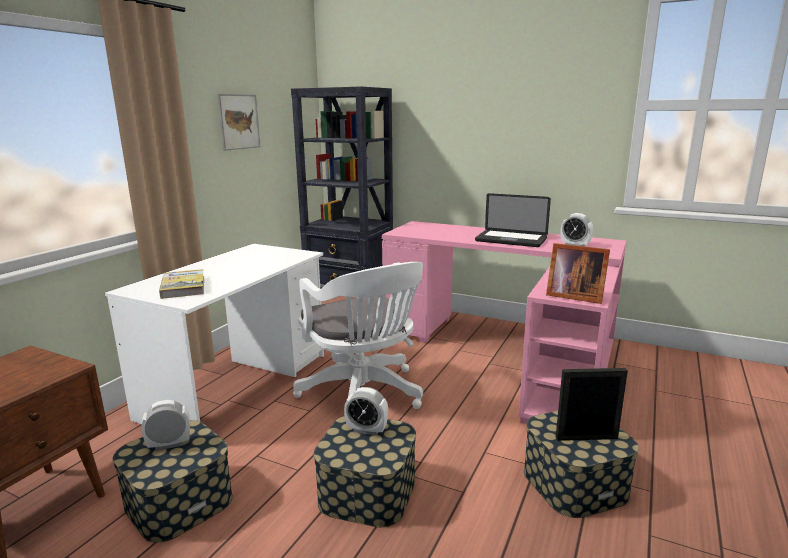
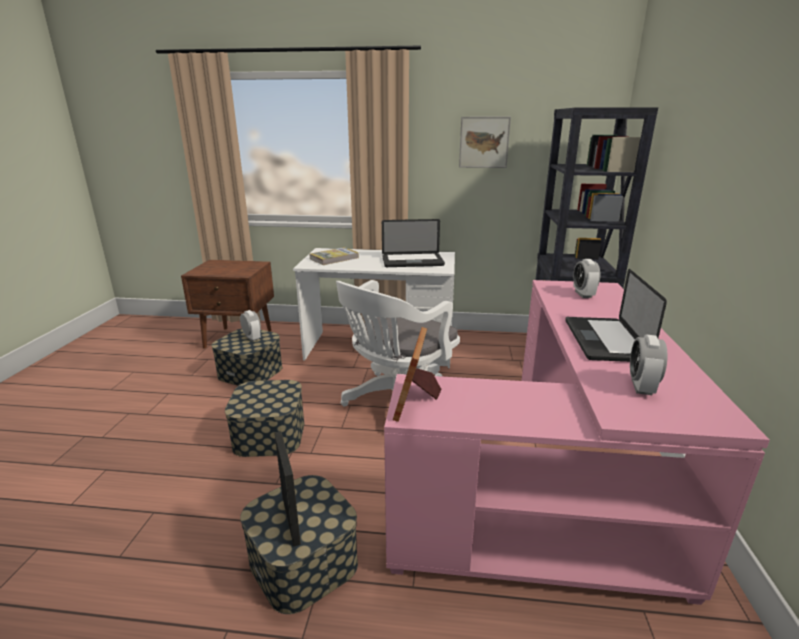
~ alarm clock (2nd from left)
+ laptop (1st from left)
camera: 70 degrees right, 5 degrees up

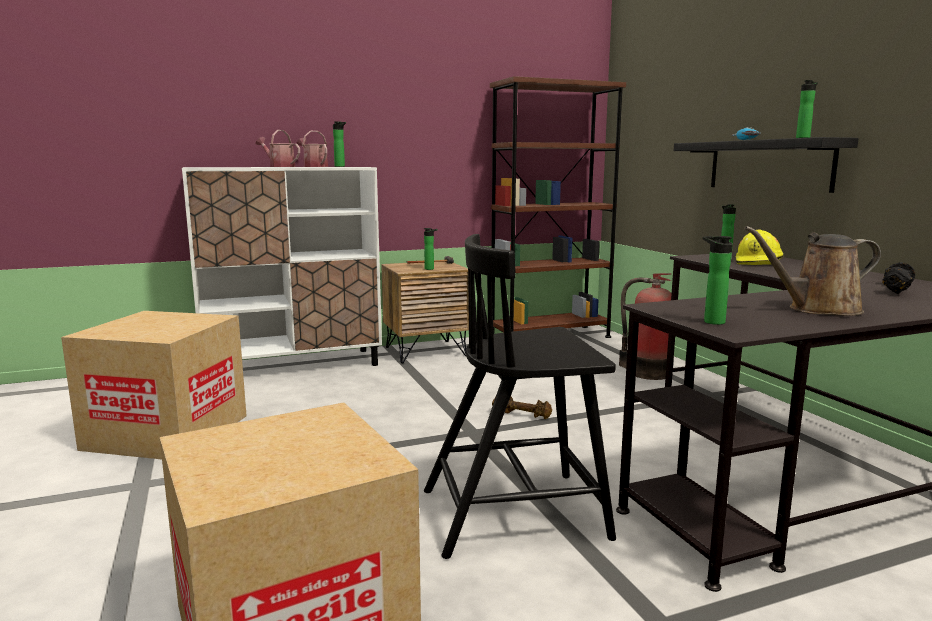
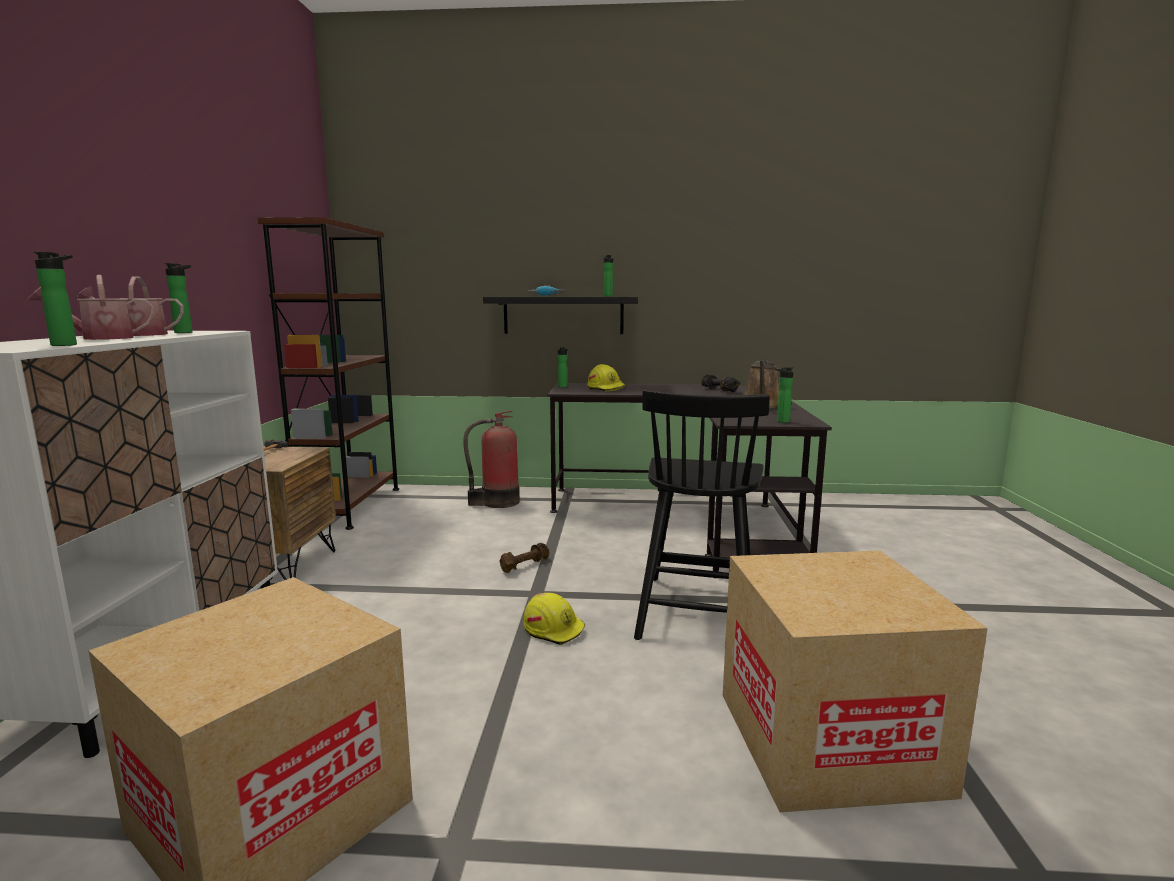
~ bottle (2nd from left in the first image) to bottle (1st from left)
+ yellow-coloured work helmet (1st from left)
camera: 65 degrees left, 0 degrees up

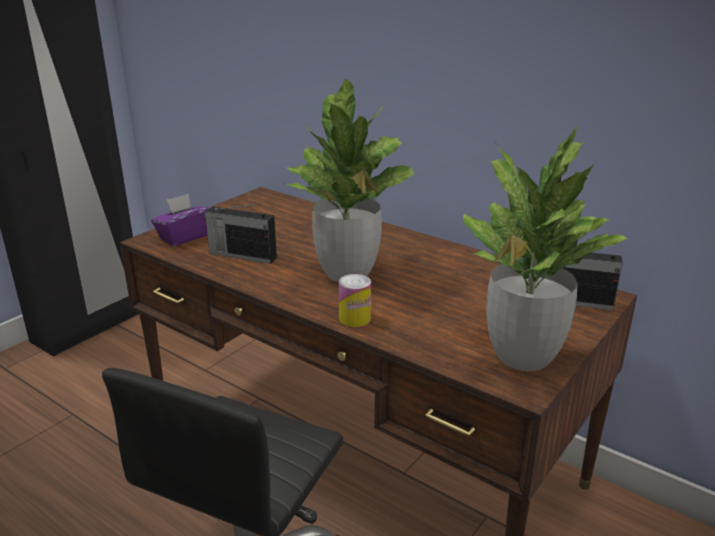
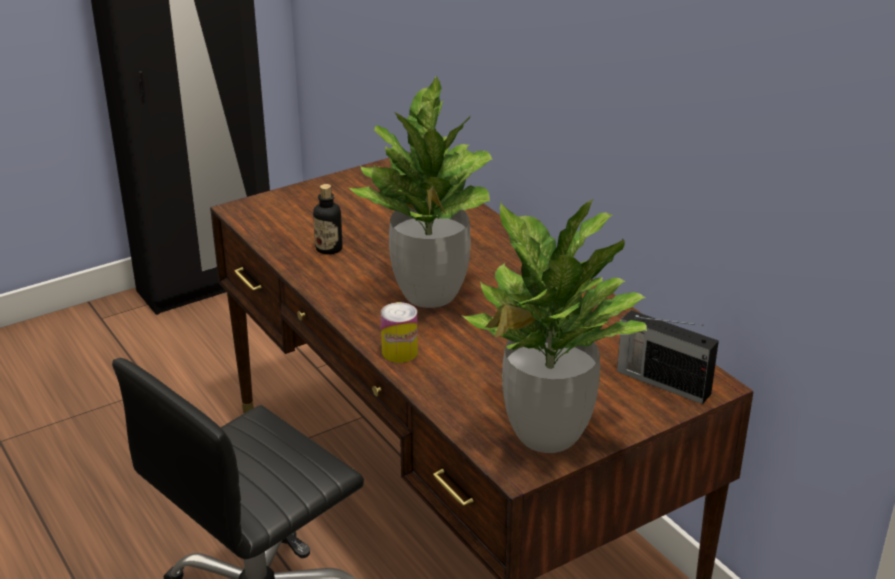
- purple tissue holder
~ radio (1st from left) to bottle
camera: 20 degrees right, 5 degrees up

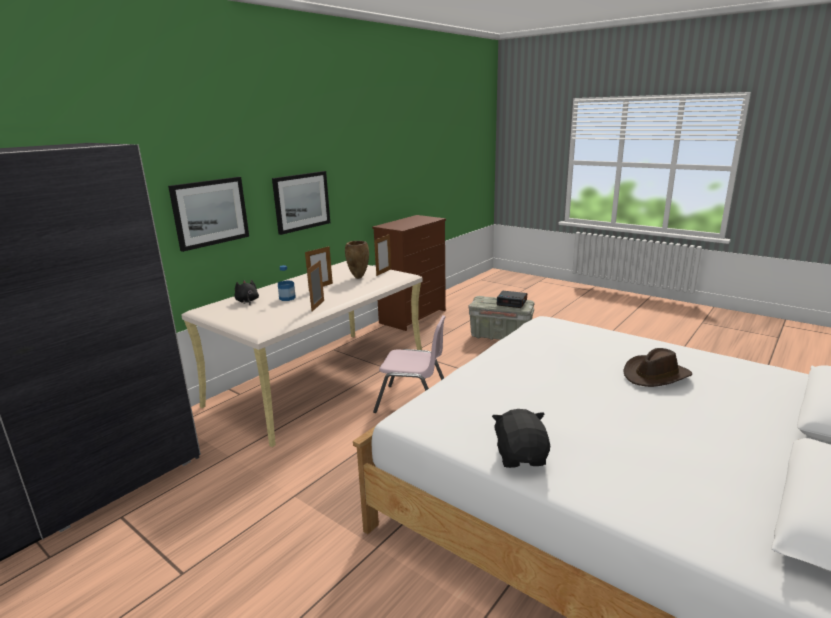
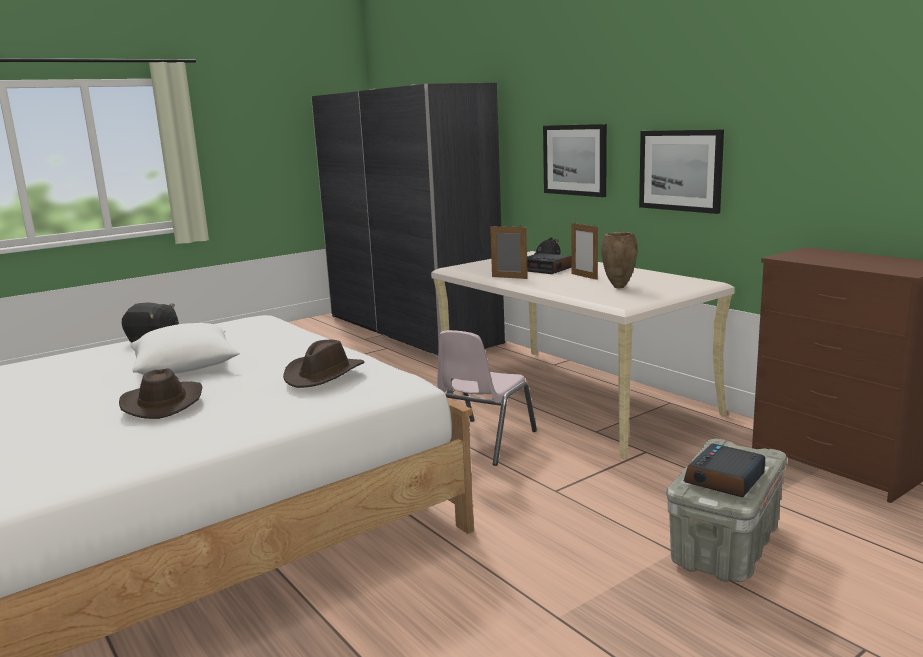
- picture frame (3rd from left)
~ bottle to alarm clock (1st from left)
+ whitish throw pillow
+ brownish clothing hat (2nd from left)
camera: 105 degrees right, 5 degrees down

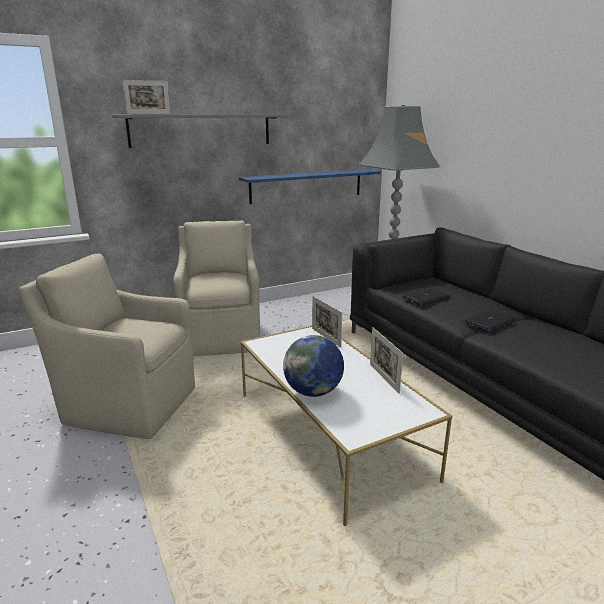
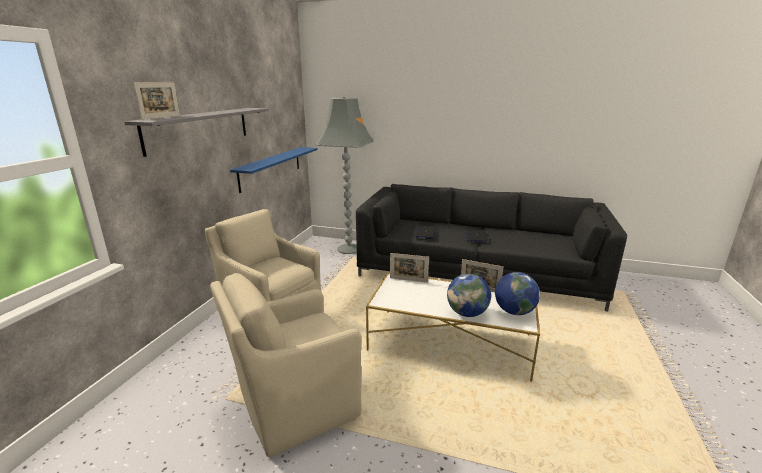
+ world globe (2nd from left)
camera: 45 degrees left, 0 degrees up

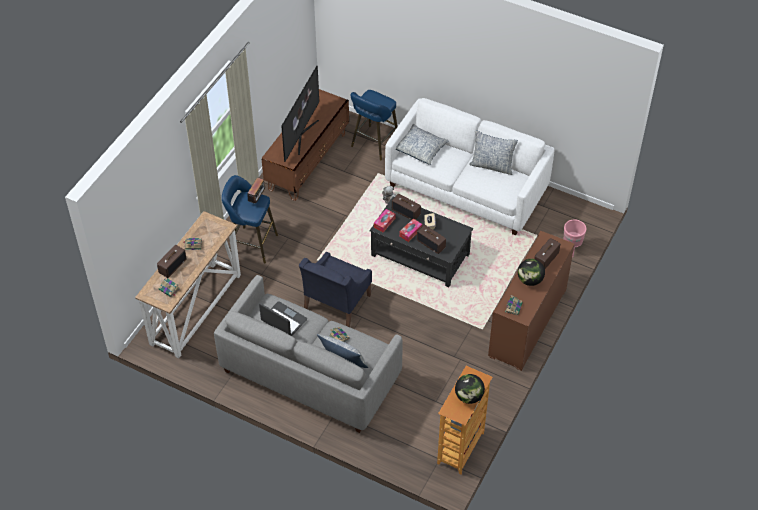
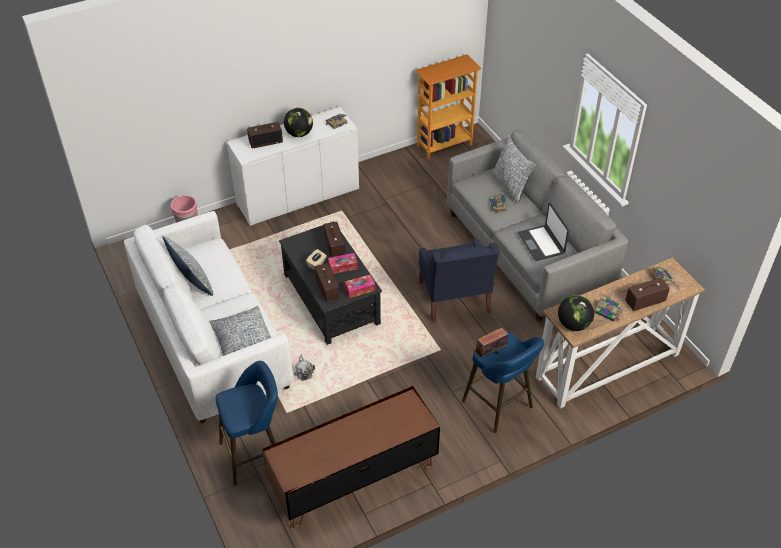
- television
~ brownish storage cabinet to whitish storage cabinet
~ blue-coloured armchair 105 degrees clockwise
~ world globe (1st from left in the first image) to world globe (2nd from left)
camera: 145 degrees left, 5 degrees down

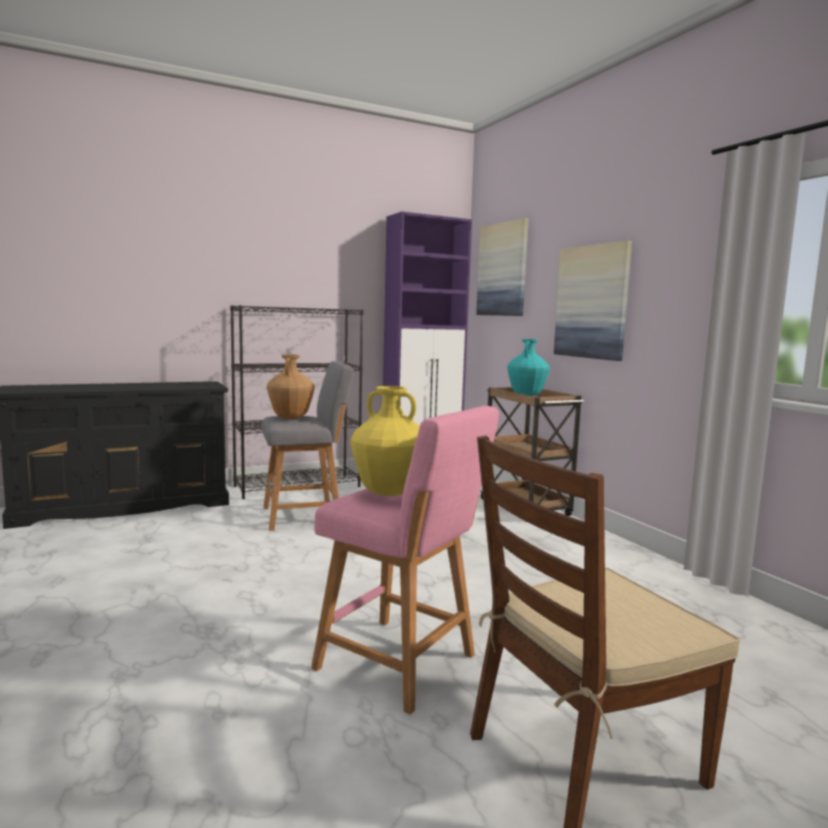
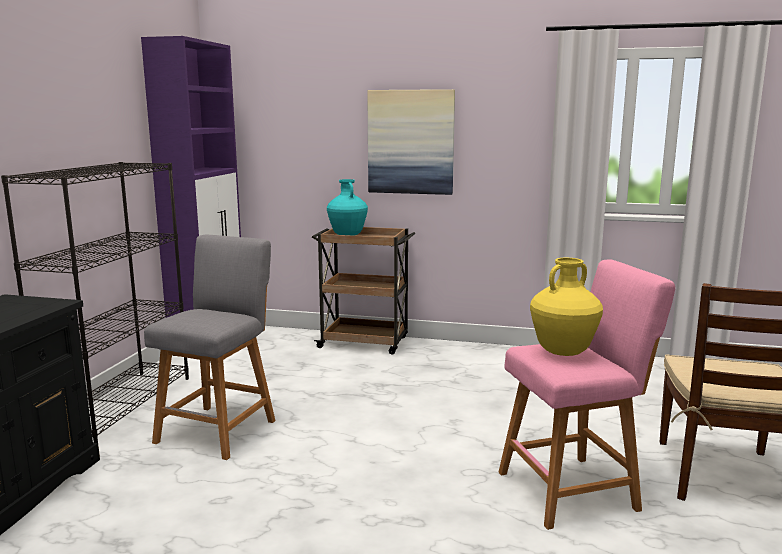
- wall picture (1st from left)
- brownish decorative vase
camera: 50 degrees left, 5 degrees up

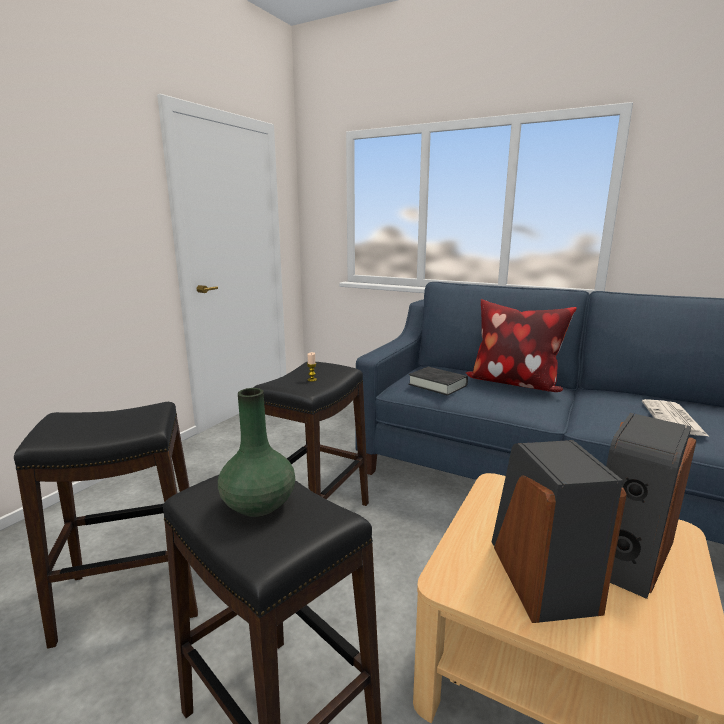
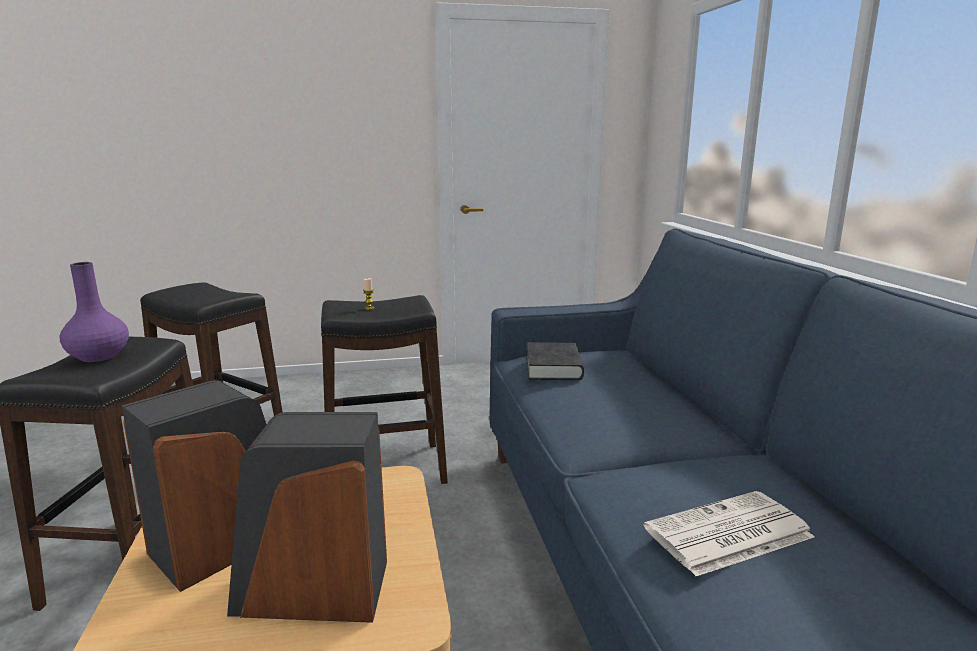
- throw pillow
~ greenish decorative vase to purple decorative vase
camera: 50 degrees right, 0 degrees up

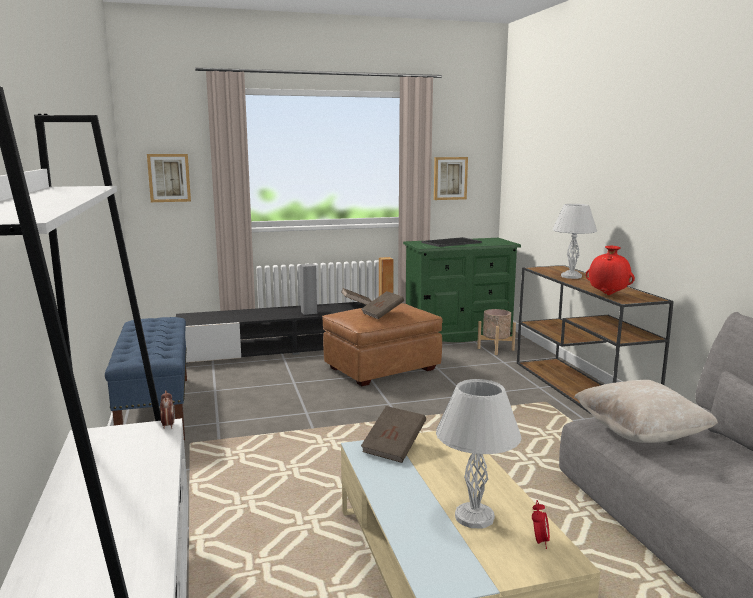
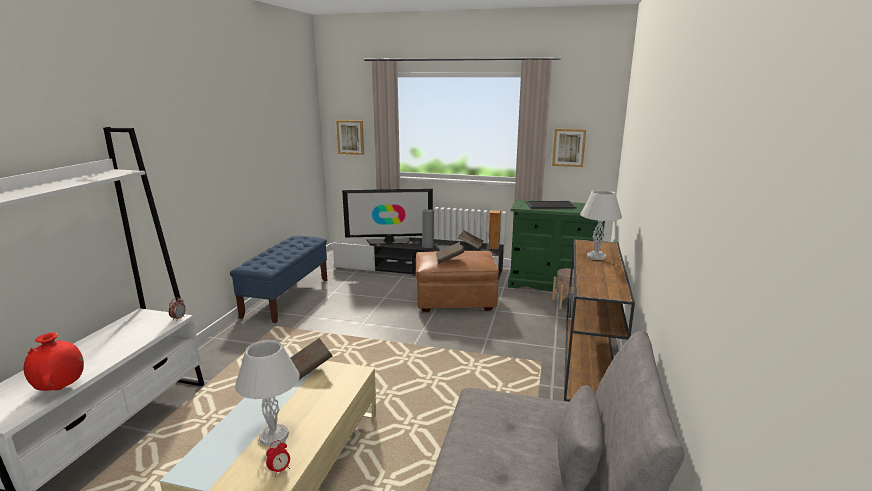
~ red-coloured decorative vase
- sand-coloured throw pillow
+ television
camera: 30 degrees right, 5 degrees up

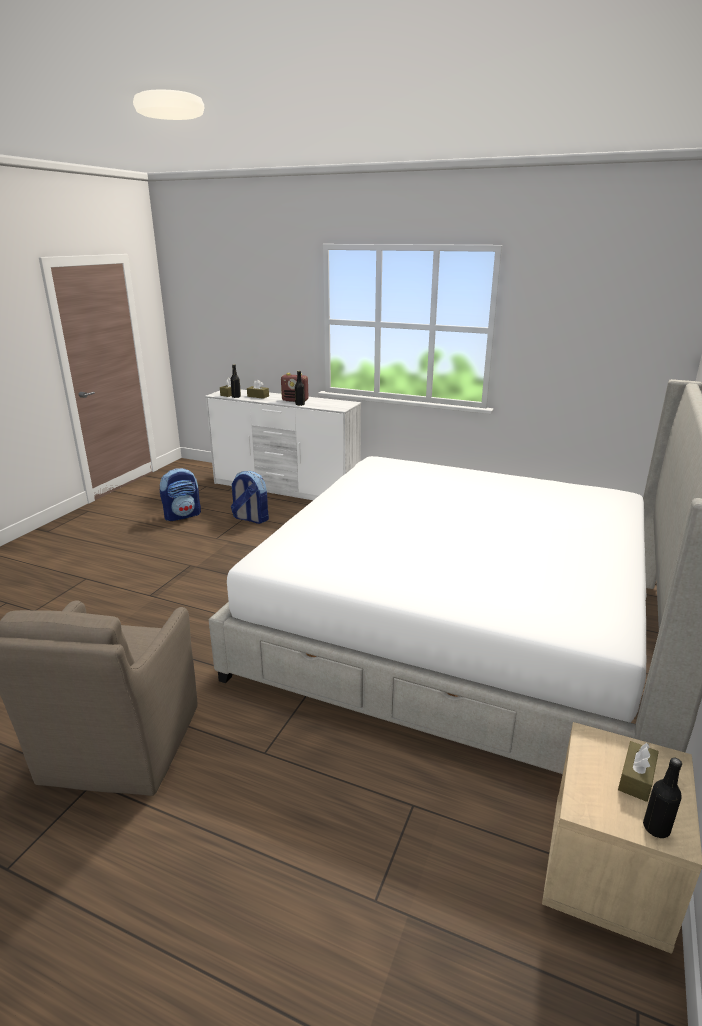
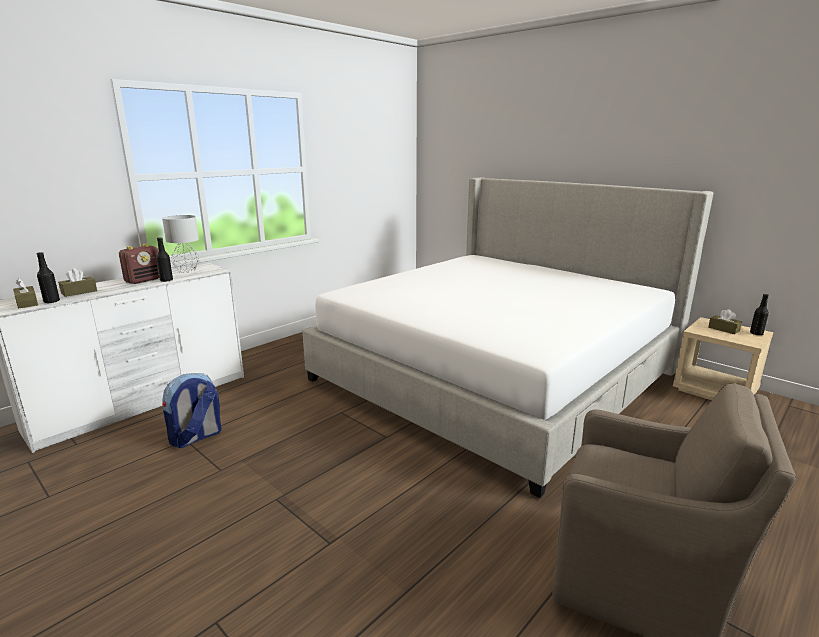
- rucksack (1st from left)
+ greyish tabletop lamp
camera: 70 degrees left, 5 degrees down

